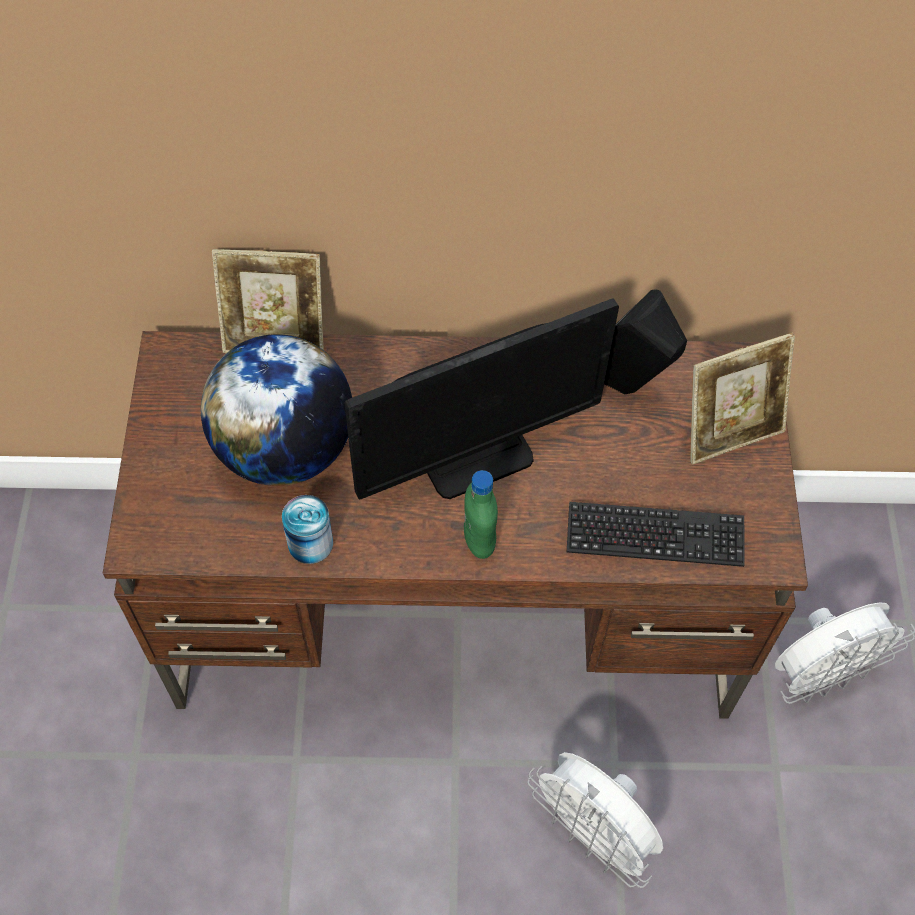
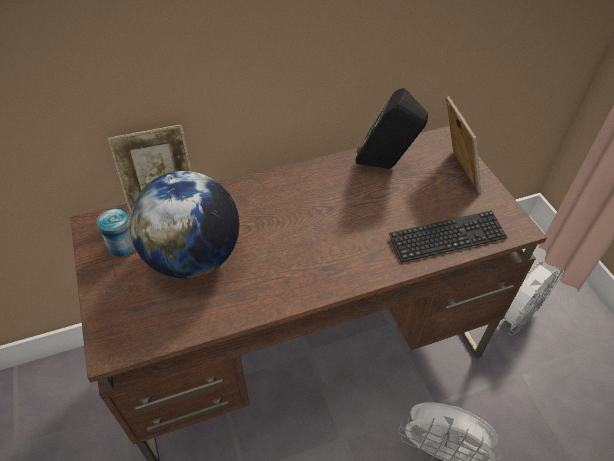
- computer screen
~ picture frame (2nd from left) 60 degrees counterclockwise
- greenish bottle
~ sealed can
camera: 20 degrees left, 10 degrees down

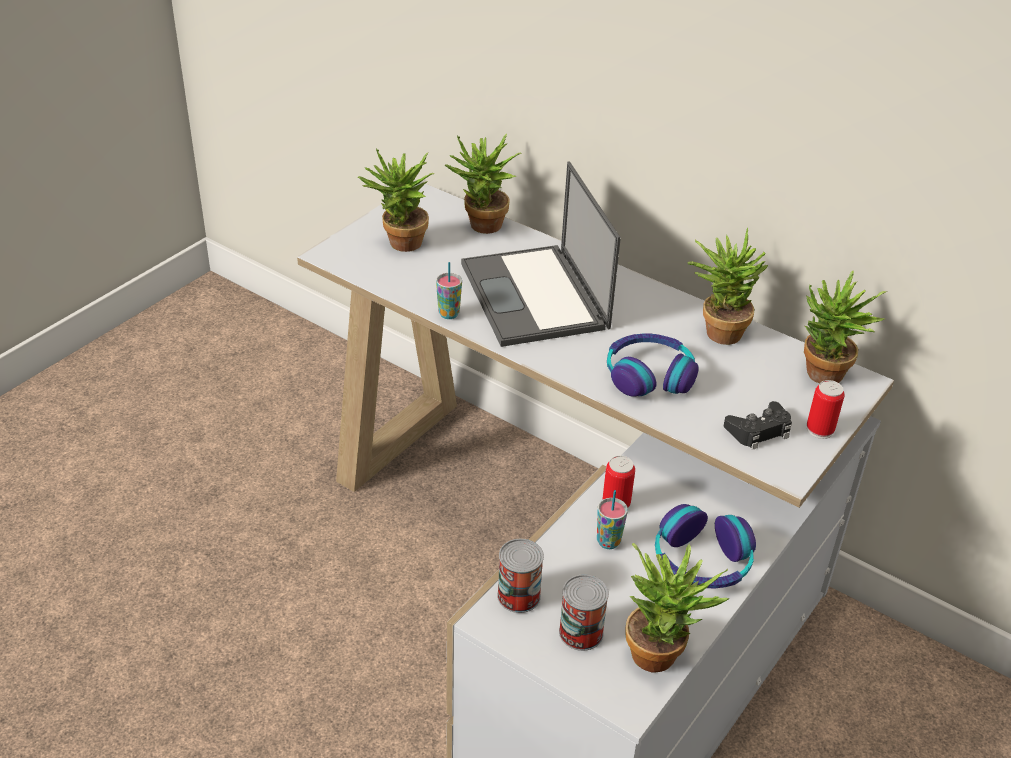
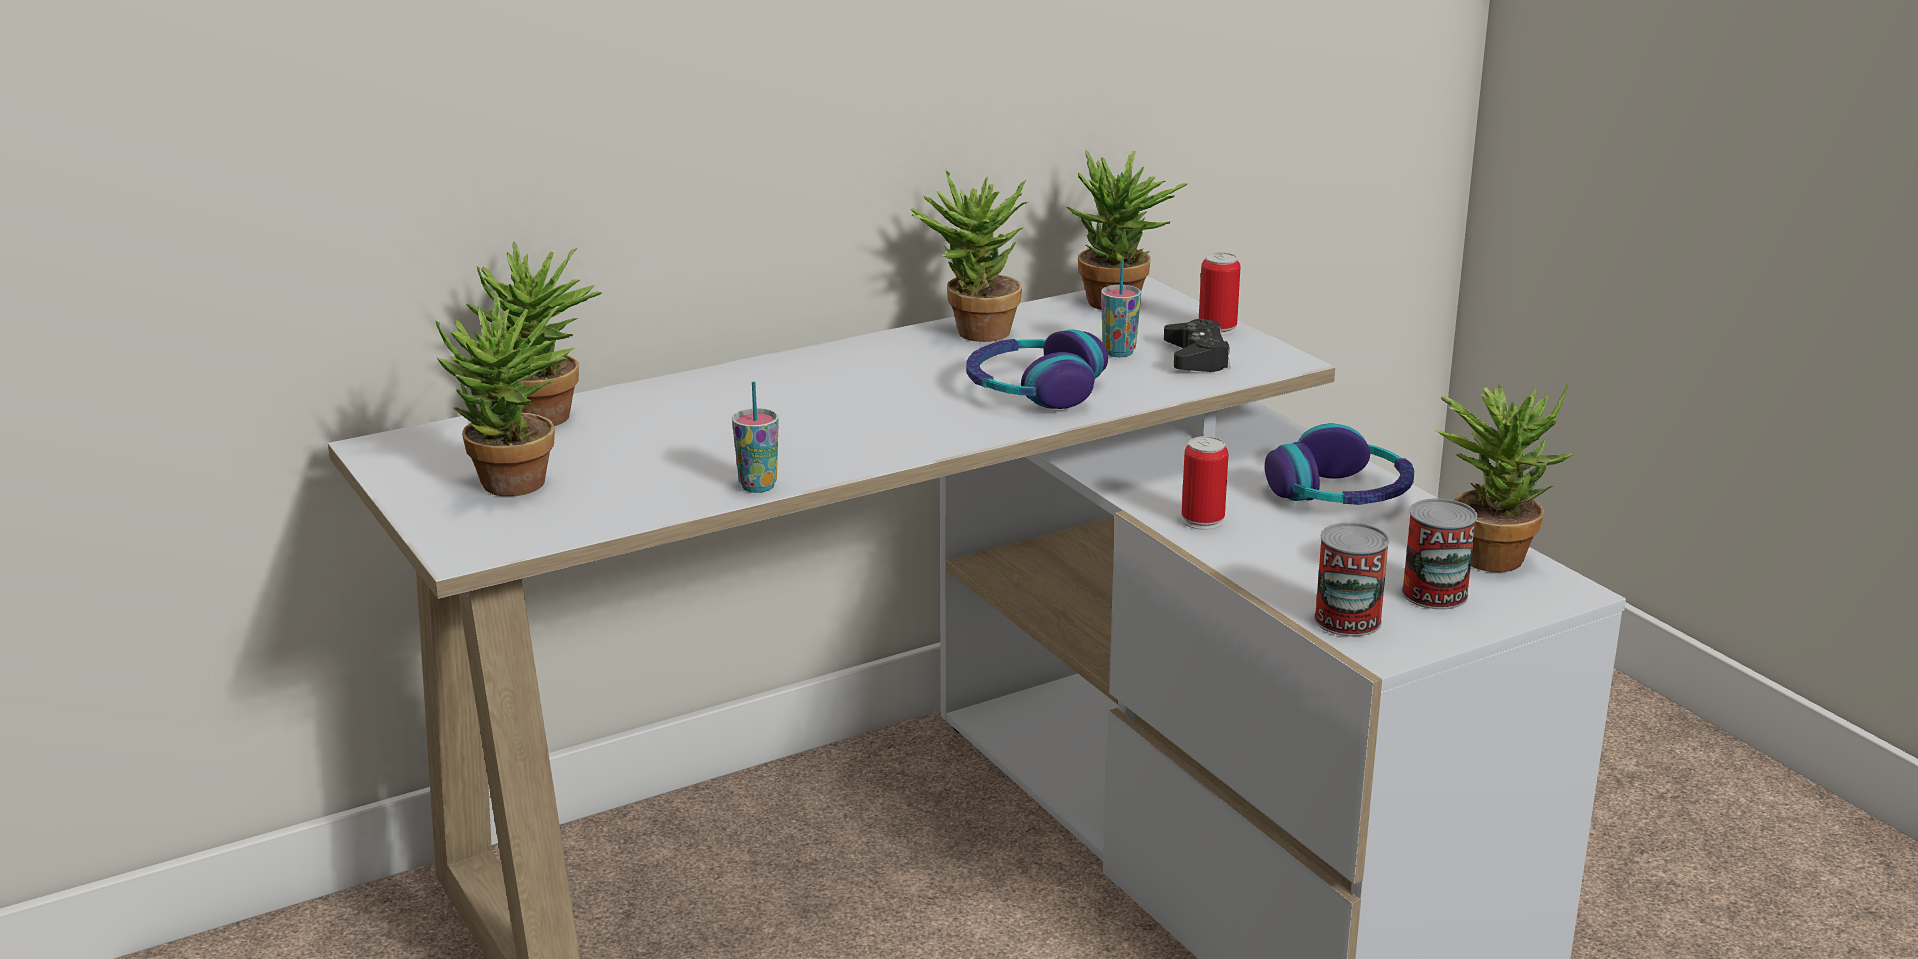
- laptop
~ drinking cup (2nd from left)
camera: 65 degrees left, 15 degrees down

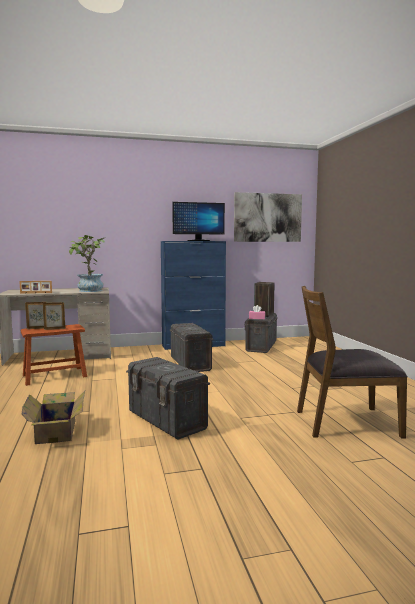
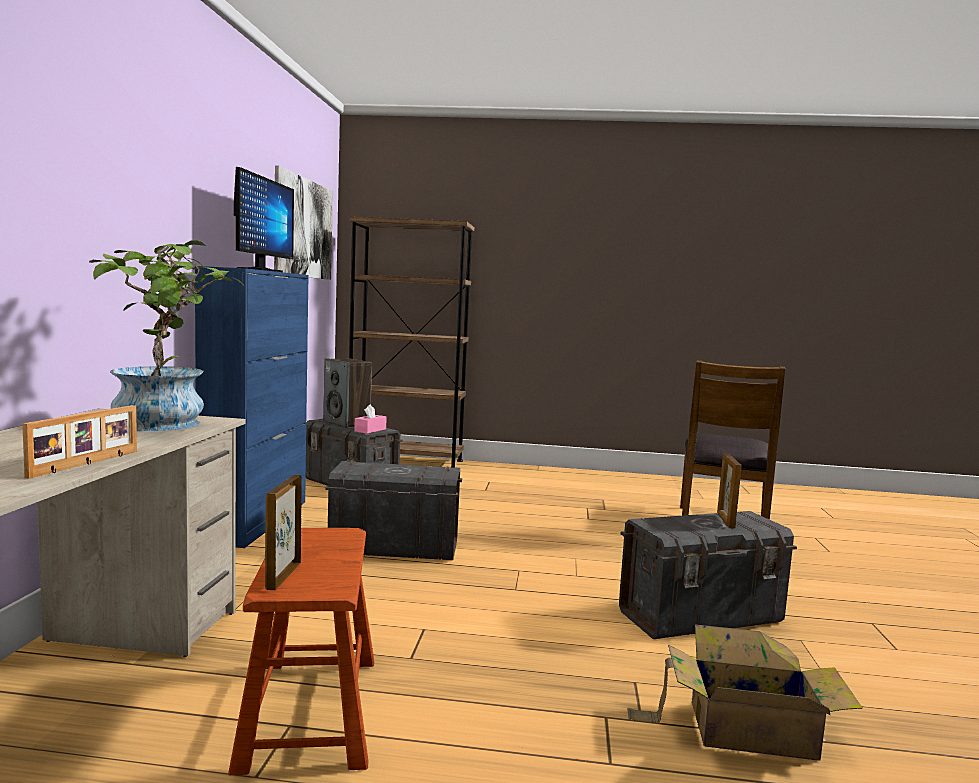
~ picture frame (3rd from left)
+ brownish shelving unit
camera: 70 degrees left, 0 degrees up

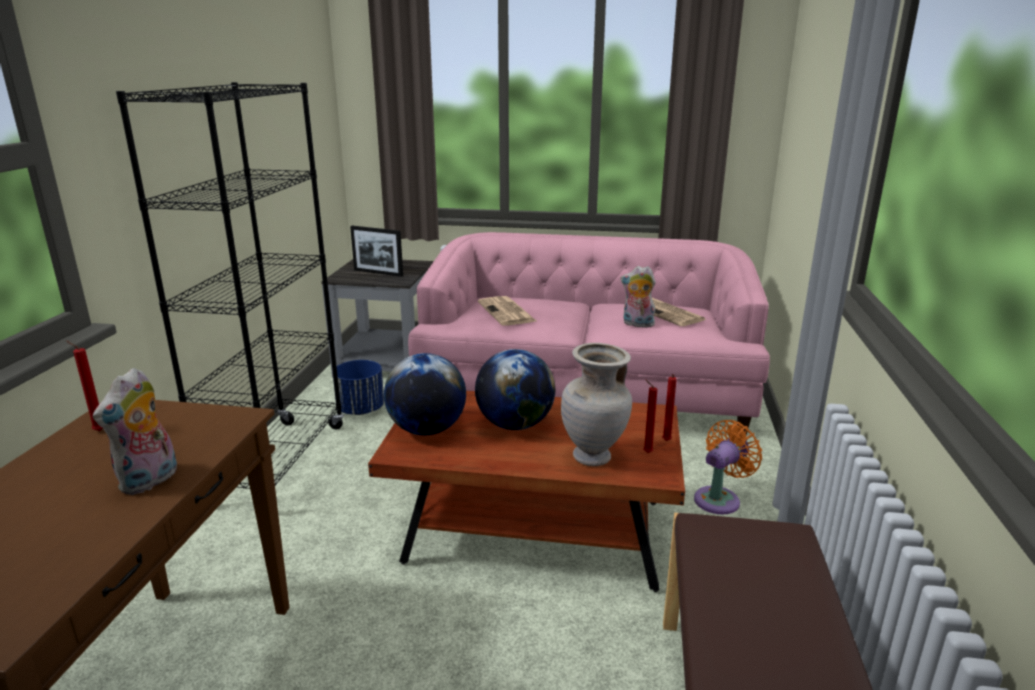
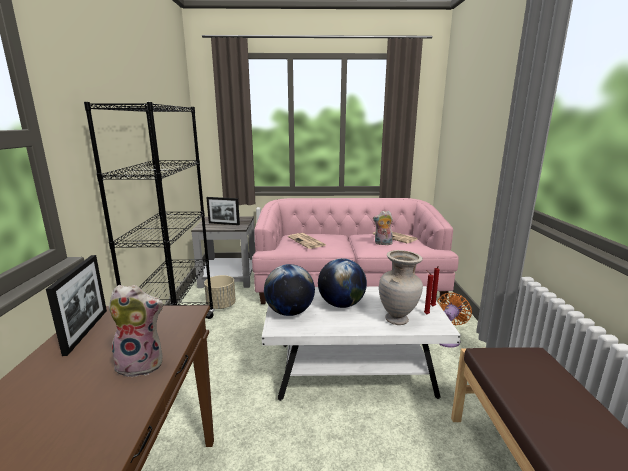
~ red-coloured wax candle (1st from left) to picture frame (1st from left)
~ blue-coloured plant pot to sand-coloured plant pot
~ plush toy (1st from left) 105 degrees counterclockwise
~ brownish coffee table to whitish coffee table
camera: 10 degrees left, 5 degrees down

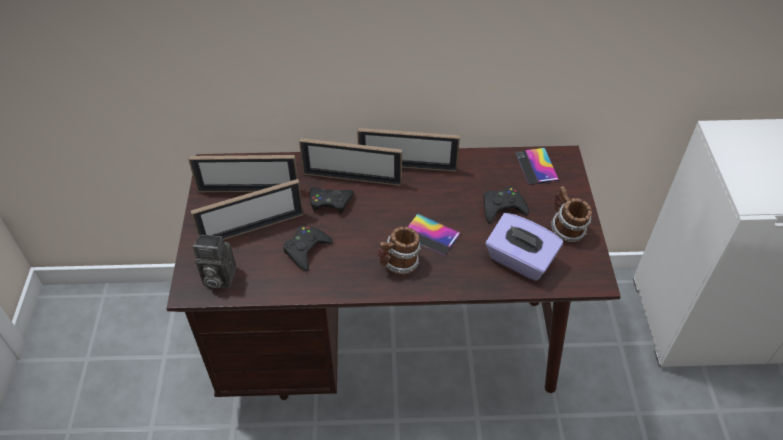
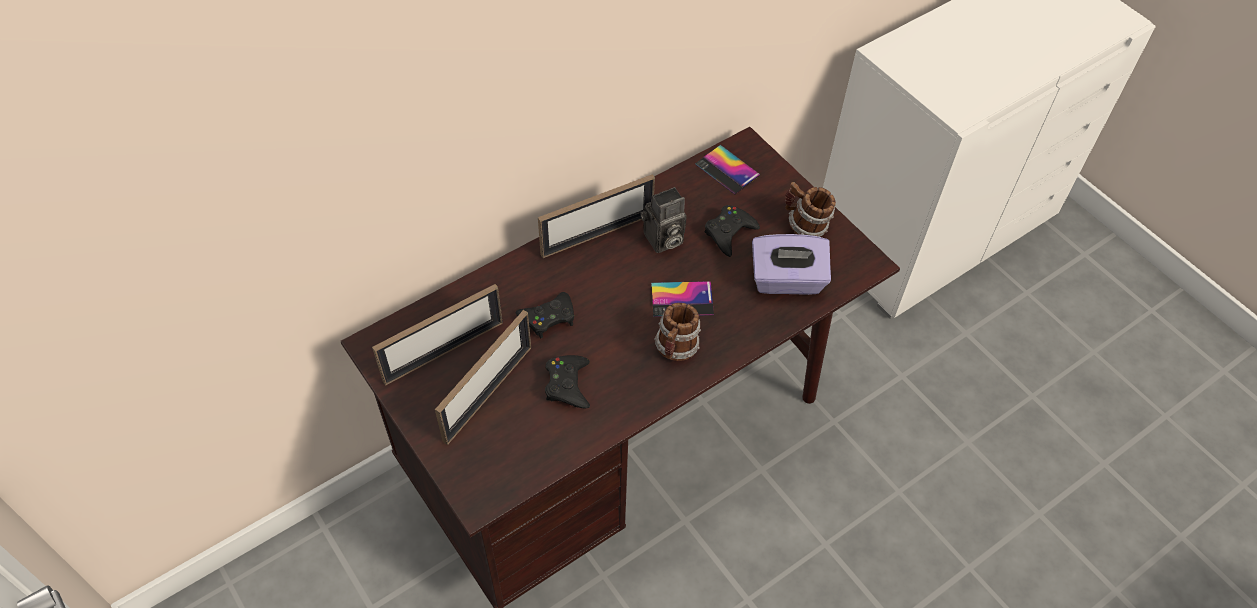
- picture frame (3rd from left)
~ photo camera
camera: 35 degrees left, 5 degrees up

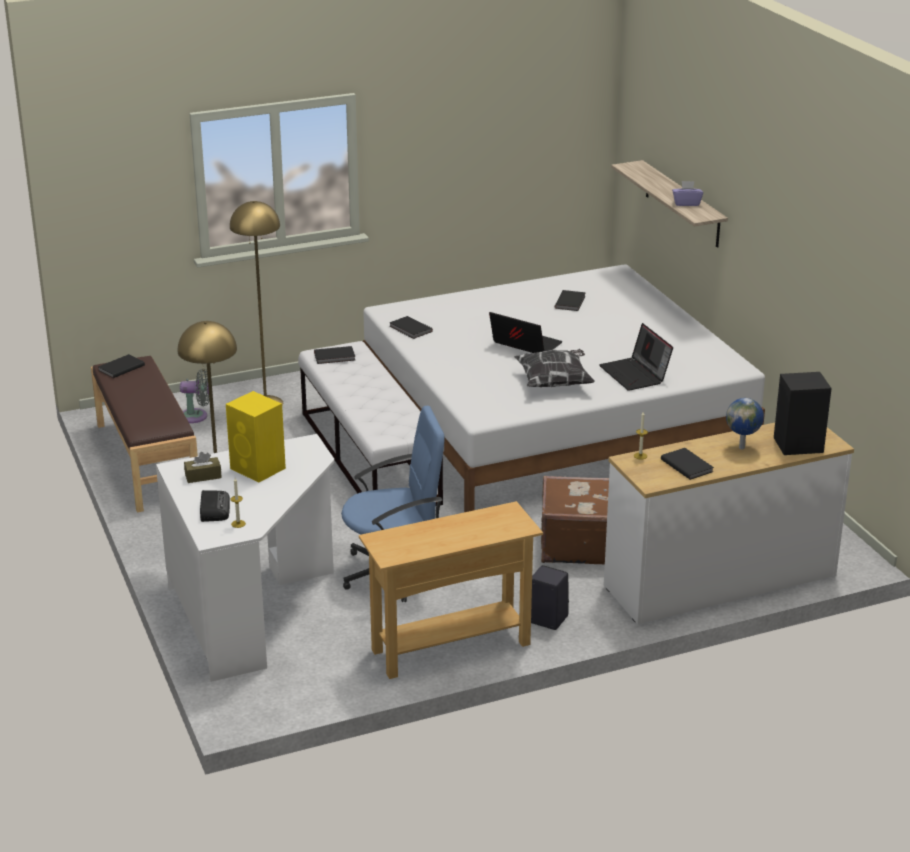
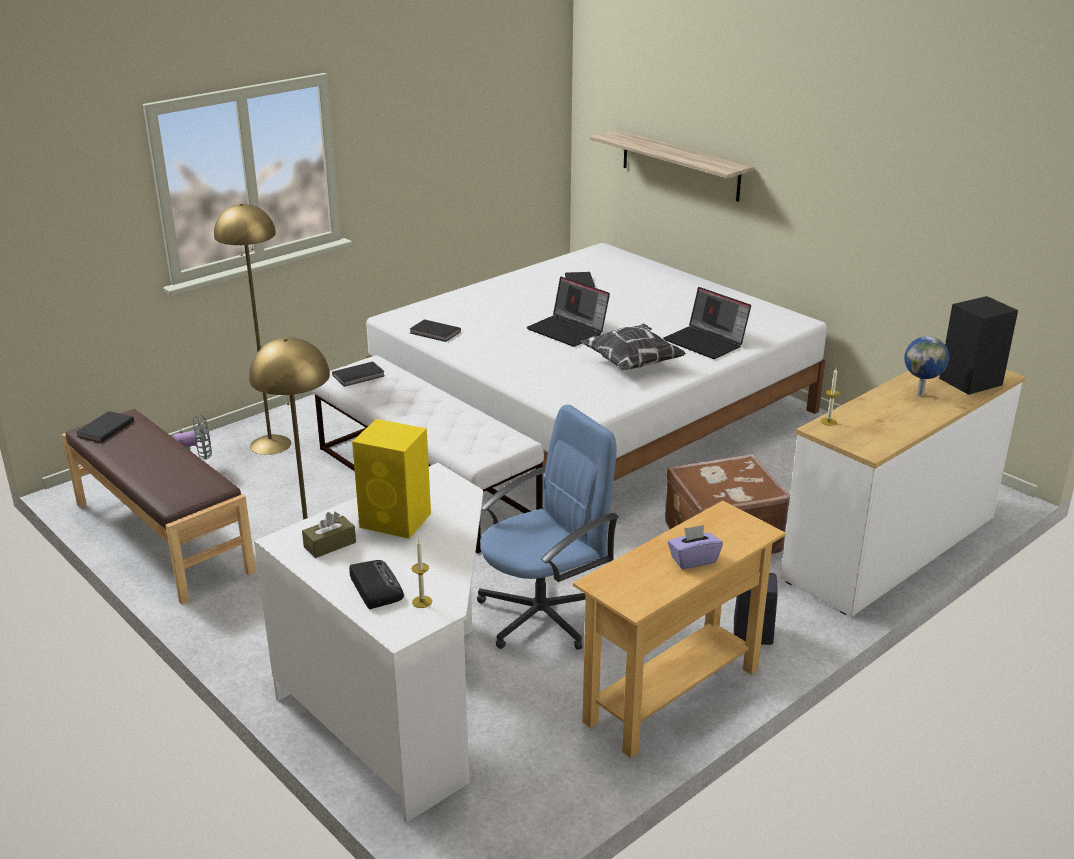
~ purple tissue holder
~ laptop (1st from left) 150 degrees counterclockwise
- black-coloured bound book (5th from left)
camera: 20 degrees left, 0 degrees up

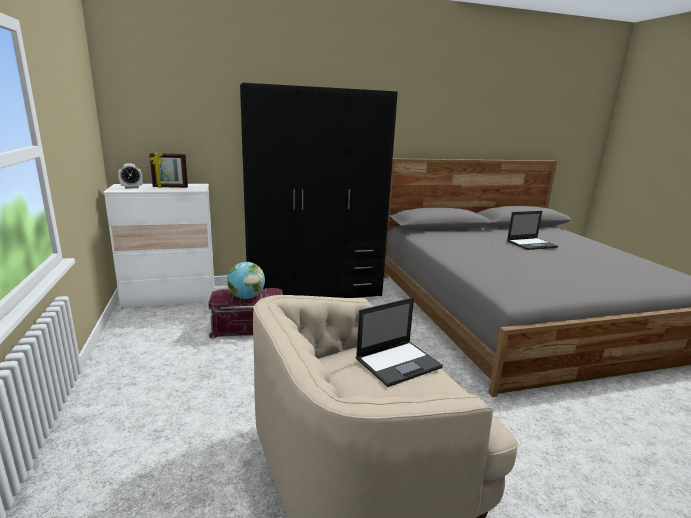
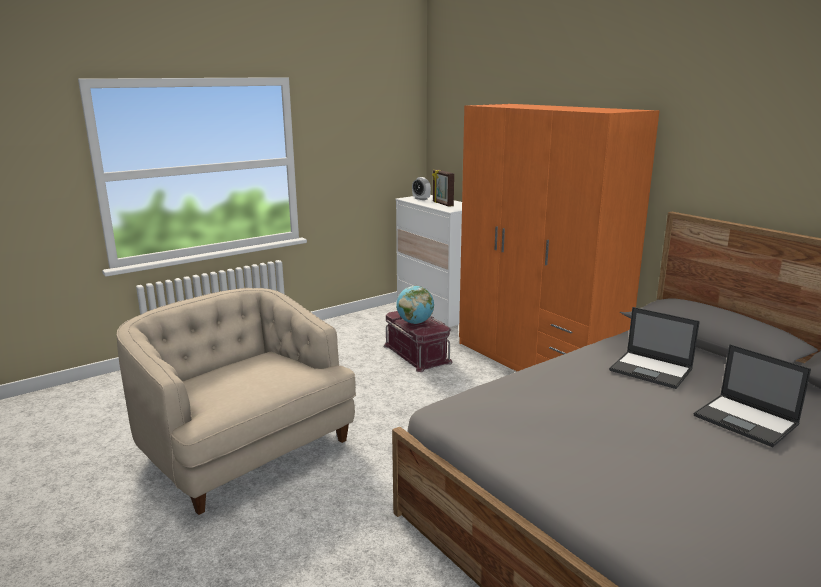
~ black-coloured armoire to orange armoire
~ laptop (1st from left)
camera: 70 degrees right, 0 degrees up

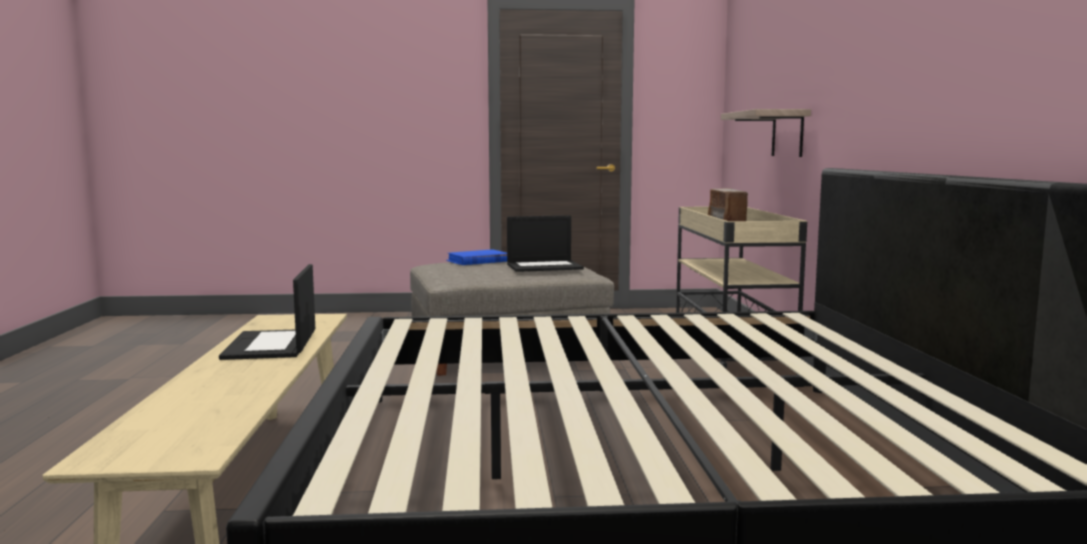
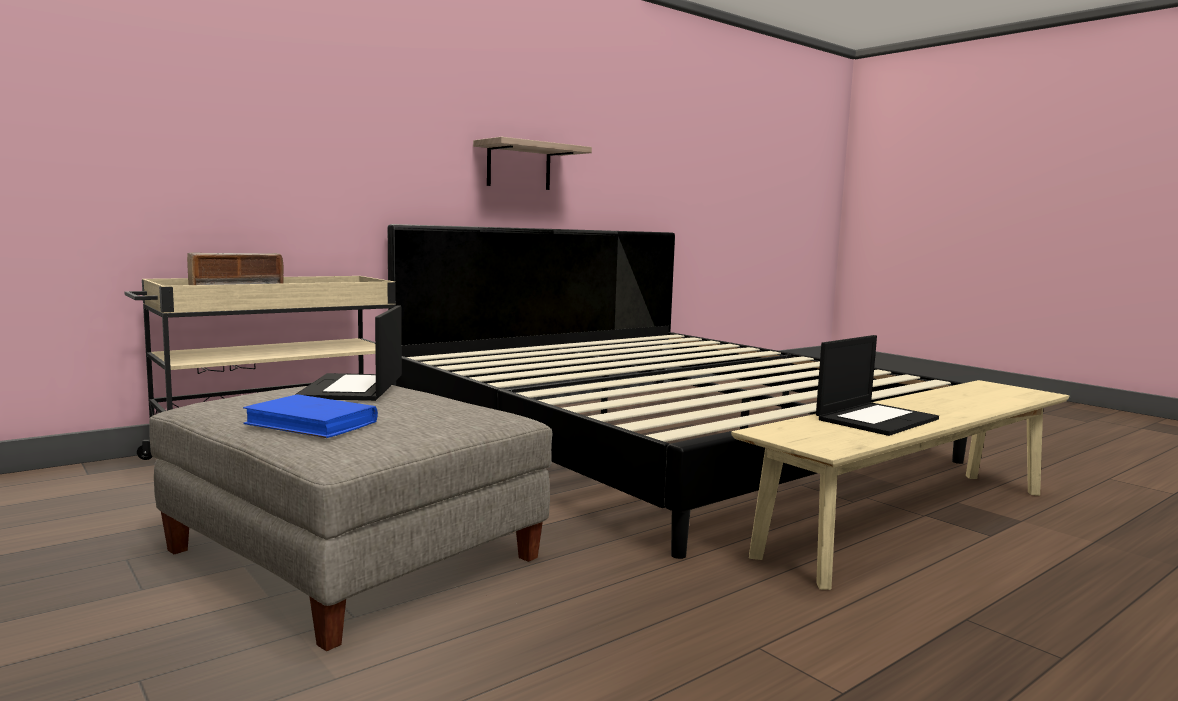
~ shelf
~ laptop (2nd from left in the first image) 135 degrees counterclockwise
camera: 125 degrees left, 0 degrees up

